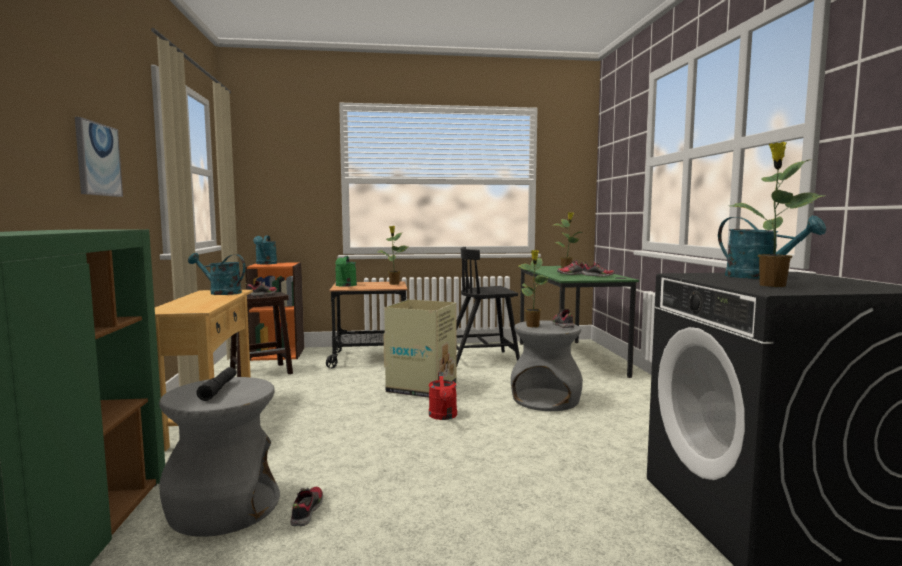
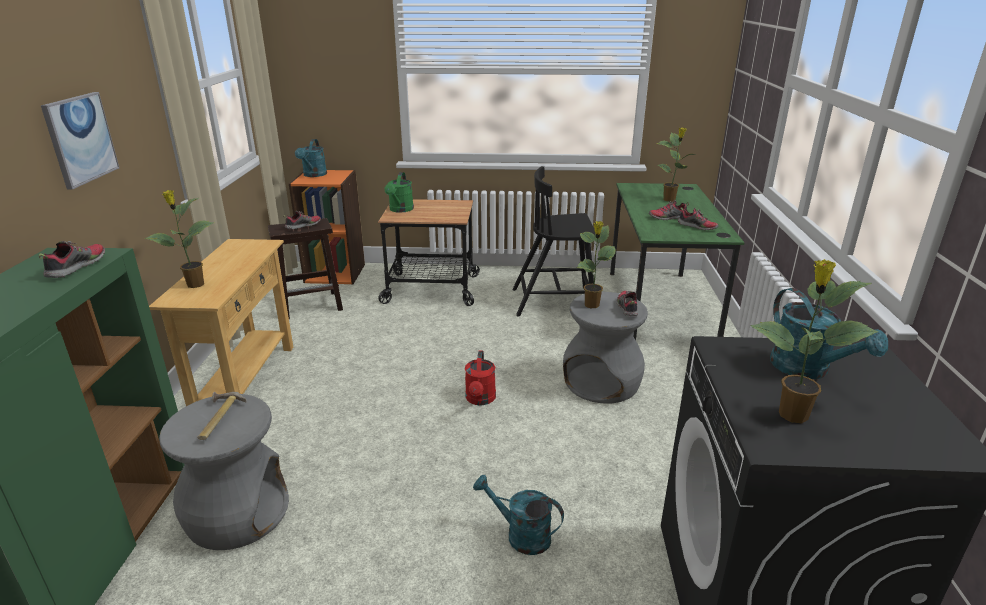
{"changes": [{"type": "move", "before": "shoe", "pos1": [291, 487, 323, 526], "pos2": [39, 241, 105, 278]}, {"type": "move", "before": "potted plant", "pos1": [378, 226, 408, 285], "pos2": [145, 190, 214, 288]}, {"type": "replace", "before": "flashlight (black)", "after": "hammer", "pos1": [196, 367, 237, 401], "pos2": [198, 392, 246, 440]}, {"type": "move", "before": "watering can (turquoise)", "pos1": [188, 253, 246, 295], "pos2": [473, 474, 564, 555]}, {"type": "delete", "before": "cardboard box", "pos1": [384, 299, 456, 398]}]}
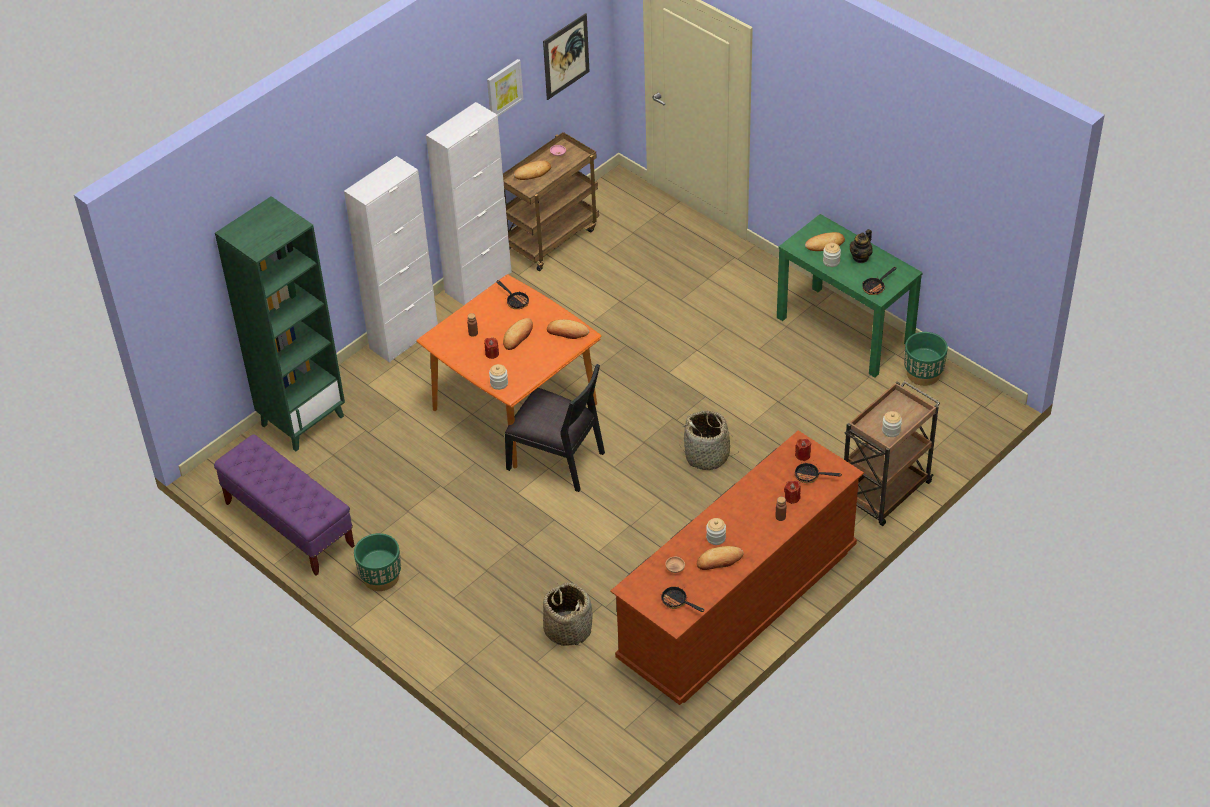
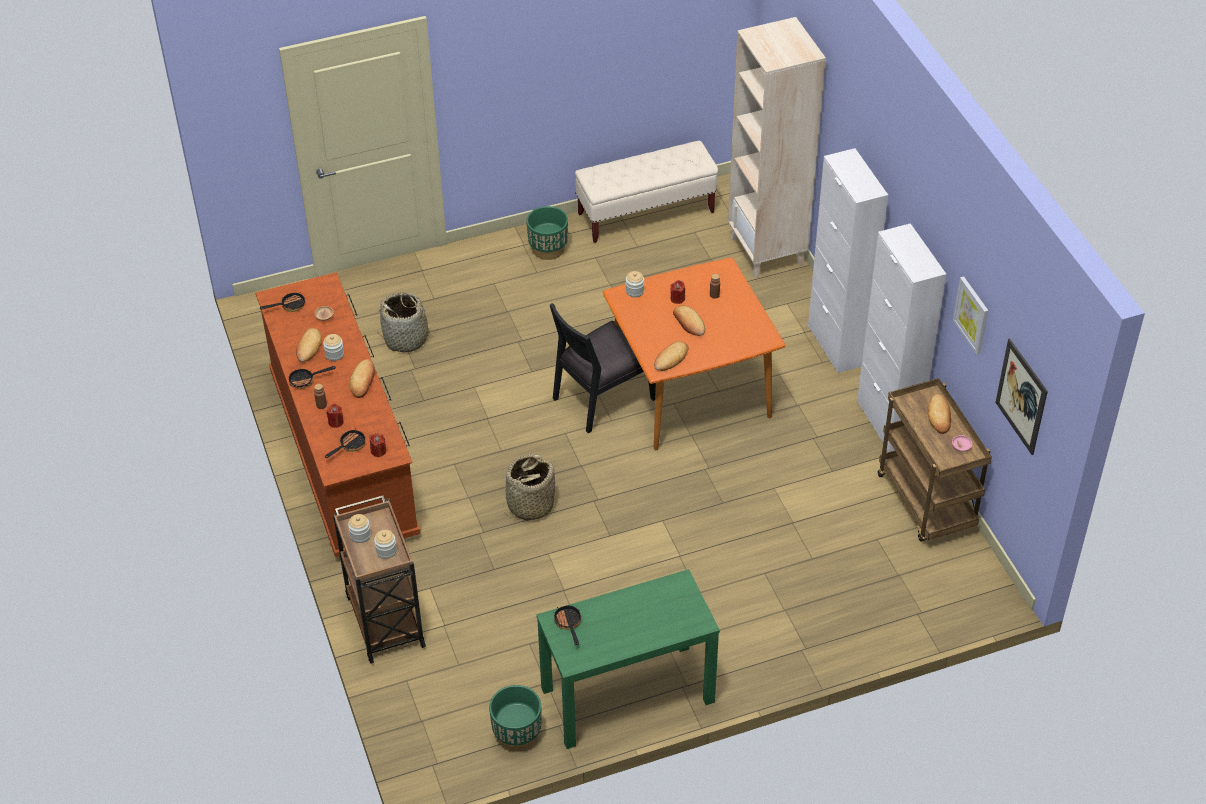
{"changes": [{"type": "move", "before": "frying pan", "pos1": [496, 280, 529, 309], "pos2": [289, 366, 336, 389]}, {"type": "move", "before": "bread", "pos1": [805, 232, 845, 251], "pos2": [349, 359, 375, 398]}, {"type": "move", "before": "jar", "pos1": [823, 243, 841, 267], "pos2": [374, 530, 397, 559]}, {"type": "recolor", "before": "bench (purple)", "after": "bench (beige)", "pos1": [214, 435, 355, 576], "pos2": [575, 141, 718, 243]}, {"type": "recolor", "before": "bookcase (green)", "after": "bookcase (beige)", "pos1": [215, 196, 345, 451], "pos2": [728, 17, 826, 278]}, {"type": "delete", "before": "teapot", "pos1": [850, 229, 873, 263]}]}
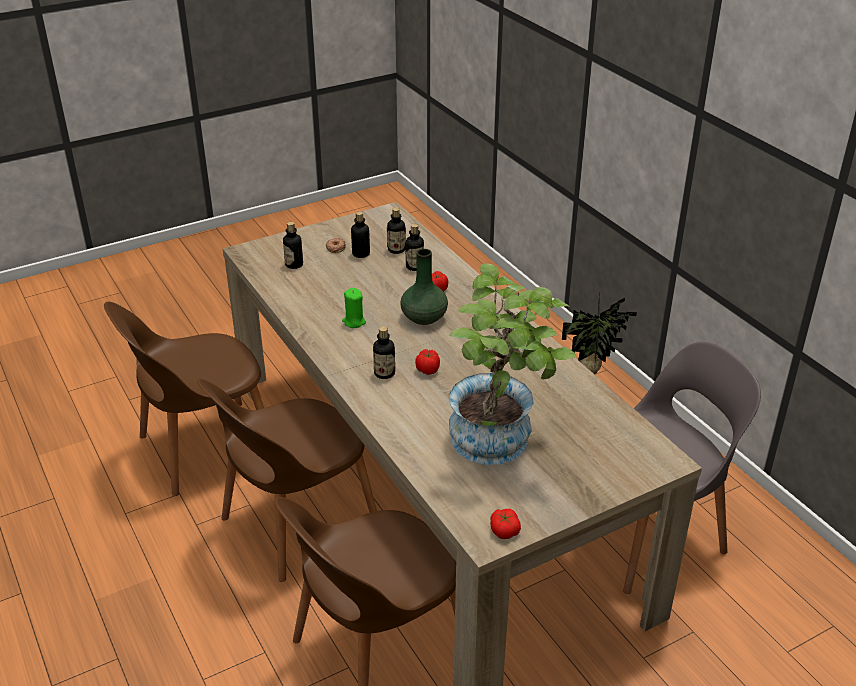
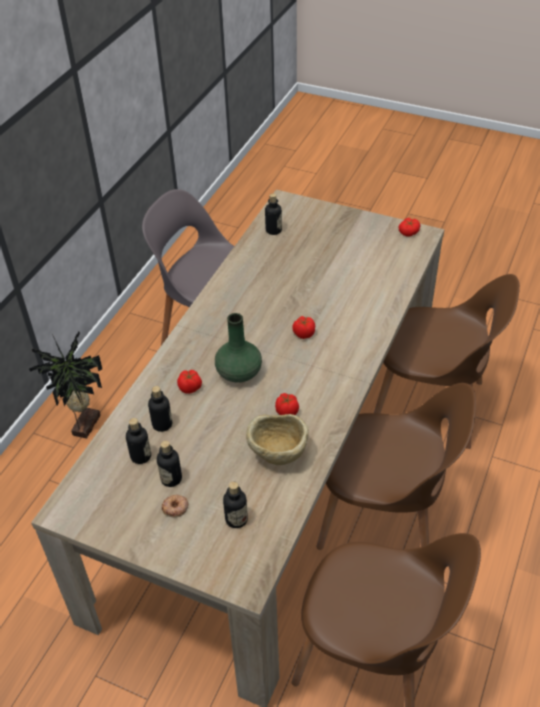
{"changes": [{"type": "insert", "after": "bowl (beige)", "pos2": [246, 414, 309, 465]}, {"type": "move", "before": "bottle", "pos1": [373, 326, 395, 379], "pos2": [265, 193, 282, 235]}, {"type": "replace", "before": "candle (green)", "after": "tomato", "pos1": [342, 288, 366, 328], "pos2": [275, 393, 299, 415]}, {"type": "delete", "before": "potted plant", "pos1": [449, 263, 576, 465]}]}
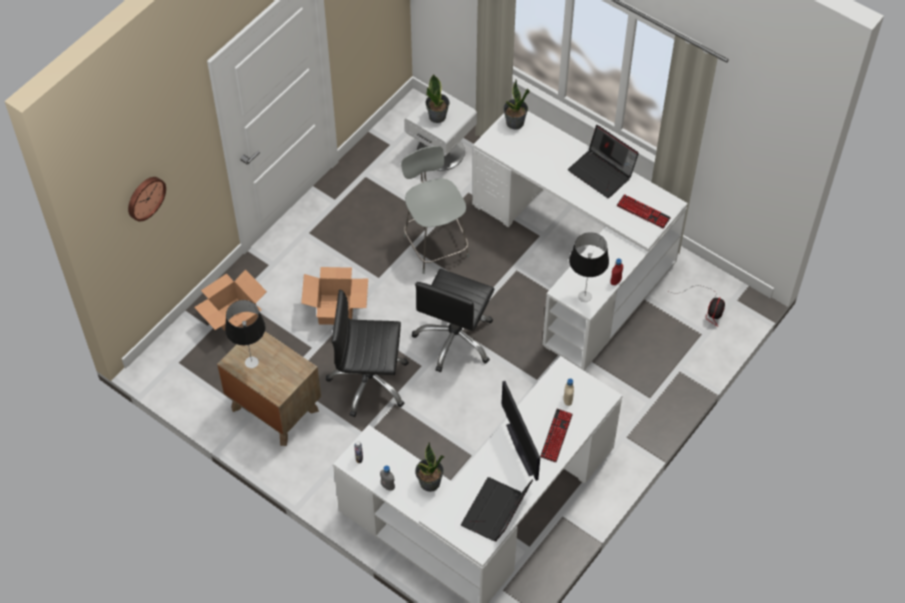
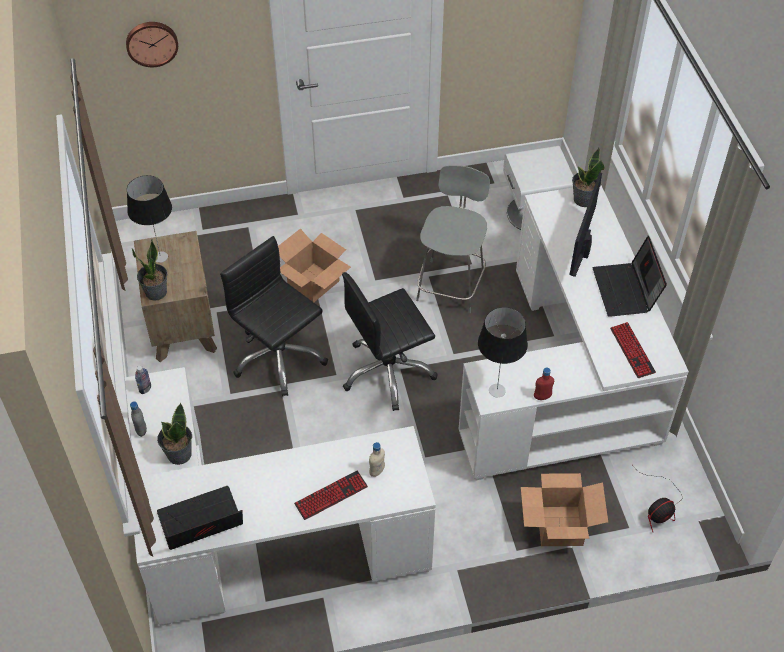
{"changes": [{"type": "move", "before": "potted plant", "pos1": [426, 75, 450, 123], "pos2": [132, 239, 167, 301]}, {"type": "move", "before": "cardboard box", "pos1": [194, 269, 267, 330], "pos2": [521, 473, 608, 546]}, {"type": "move", "before": "monitor", "pos1": [501, 381, 540, 481], "pos2": [569, 172, 602, 277]}]}
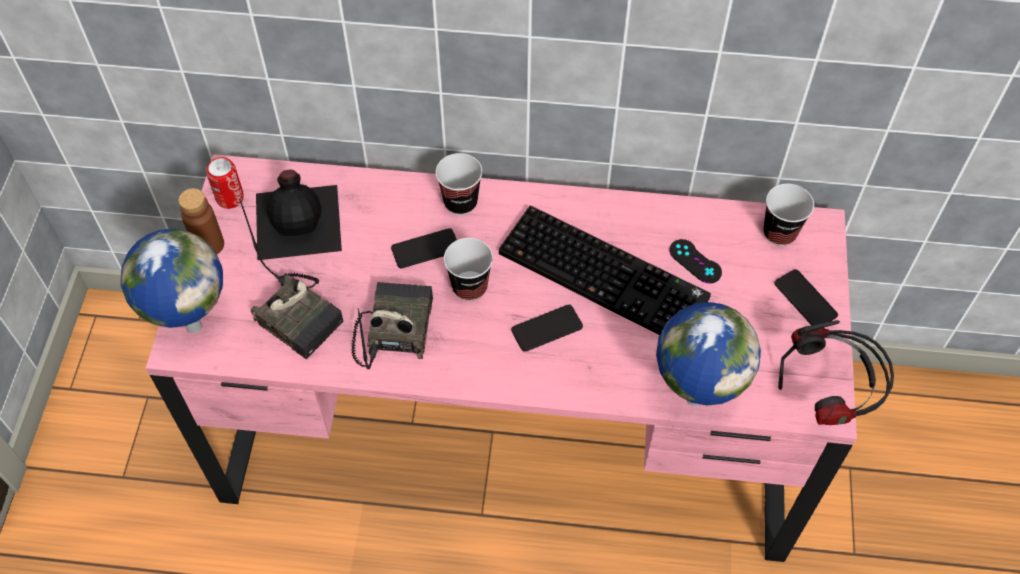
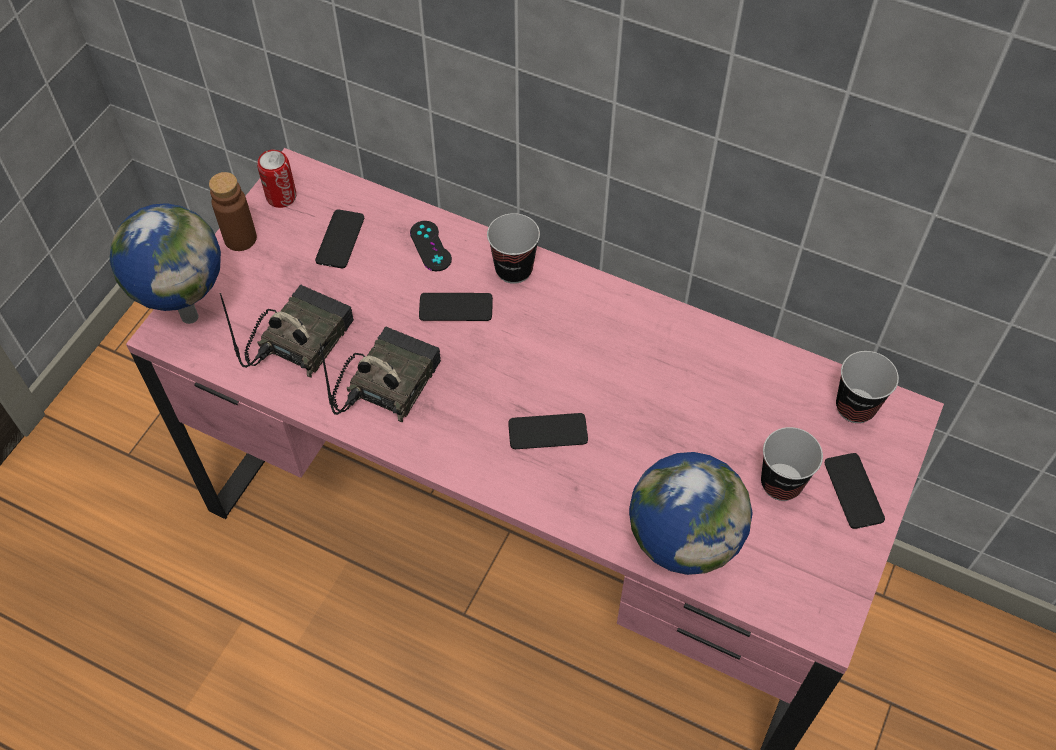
{"changes": [{"type": "rotate", "before": "radio", "pos1": [239, 199, 343, 359], "pos2": [220, 285, 354, 378], "turn": -120}, {"type": "replace", "before": "bottle (black)", "after": "phone", "pos1": [256, 170, 342, 260], "pos2": [315, 209, 364, 268]}, {"type": "move", "before": "game controller (black)", "pos1": [669, 239, 722, 284], "pos2": [410, 221, 452, 271]}, {"type": "move", "before": "cup", "pos1": [444, 238, 493, 301], "pos2": [761, 427, 823, 501]}, {"type": "delete", "before": "keyboard", "pos1": [499, 206, 711, 335]}, {"type": "delete", "before": "headphones", "pos1": [778, 320, 894, 425]}]}
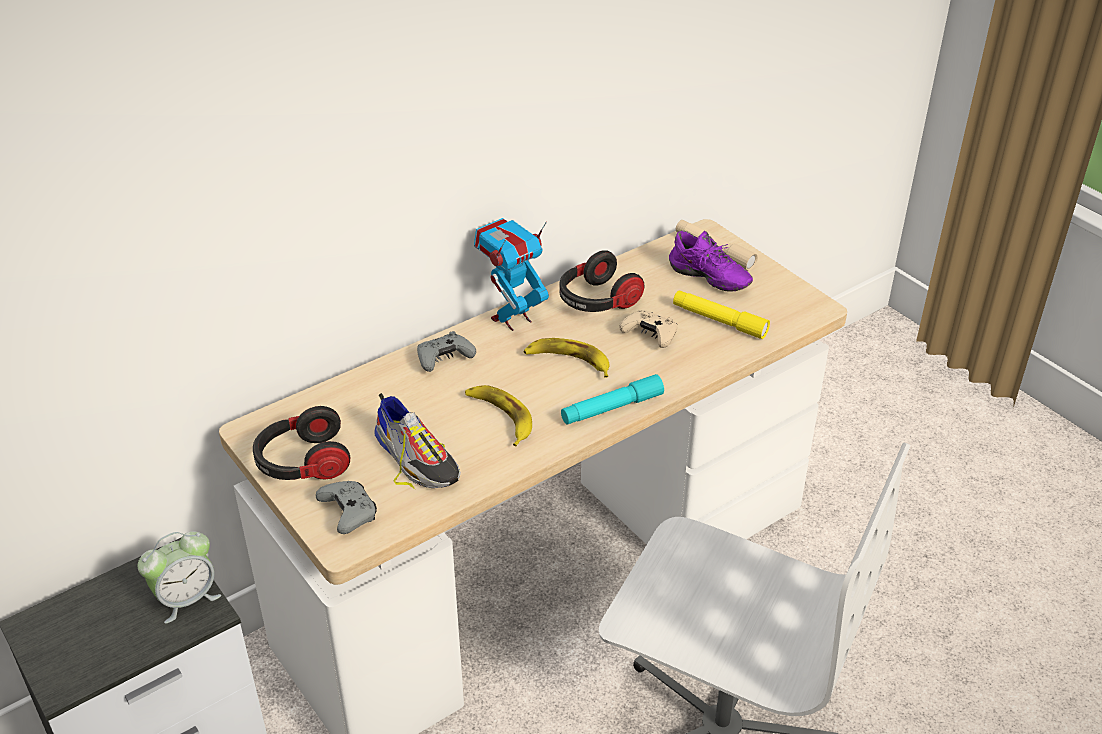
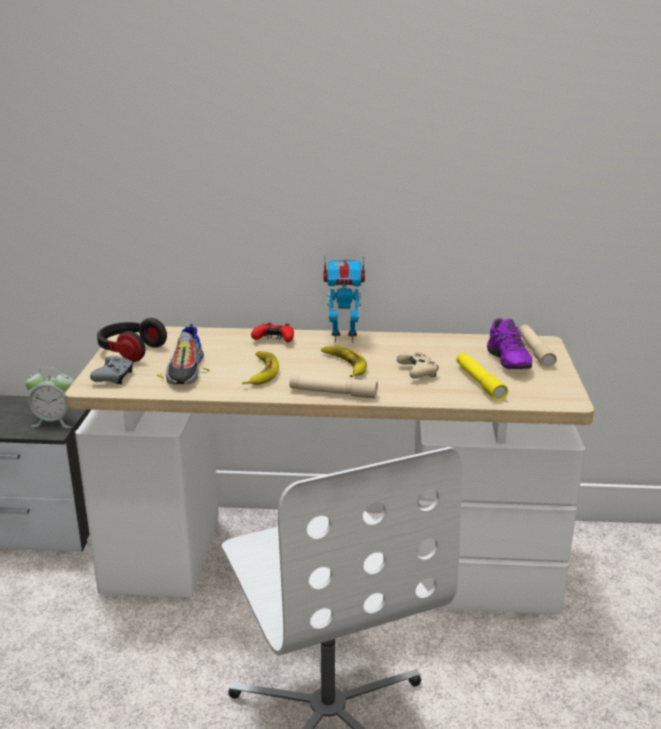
{"changes": [{"type": "recolor", "before": "game controller (grey)", "after": "game controller (red)", "pos1": [417, 331, 476, 372], "pos2": [251, 323, 294, 343]}, {"type": "recolor", "before": "flashlight (turquoise)", "after": "flashlight (beige)", "pos1": [561, 374, 664, 425], "pos2": [289, 375, 378, 399]}, {"type": "delete", "before": "headphones", "pos1": [560, 250, 645, 312]}]}
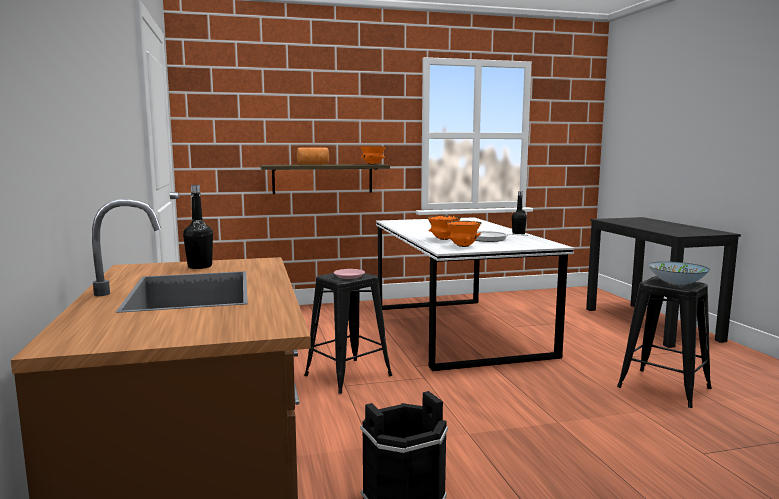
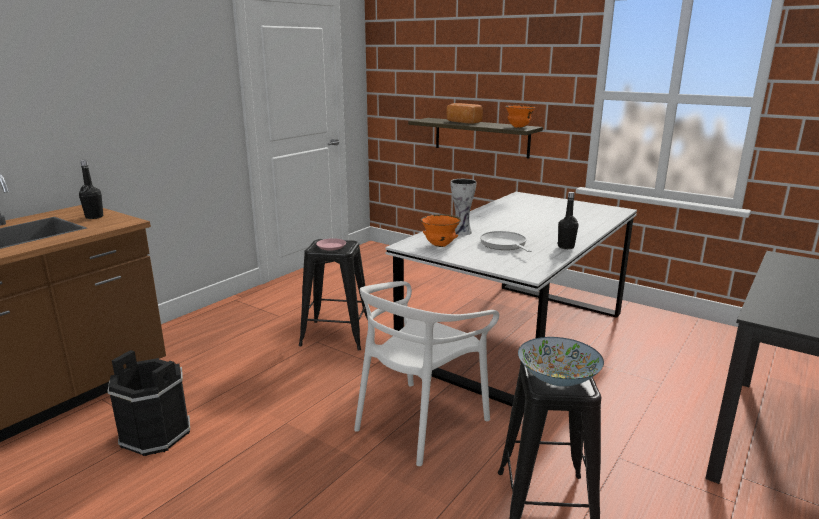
{"changes": [{"type": "insert", "after": "chair (white)", "pos2": [354, 281, 499, 466]}, {"type": "replace", "before": "bowl (orange)", "after": "vase", "pos1": [427, 215, 461, 240], "pos2": [450, 179, 477, 235]}]}
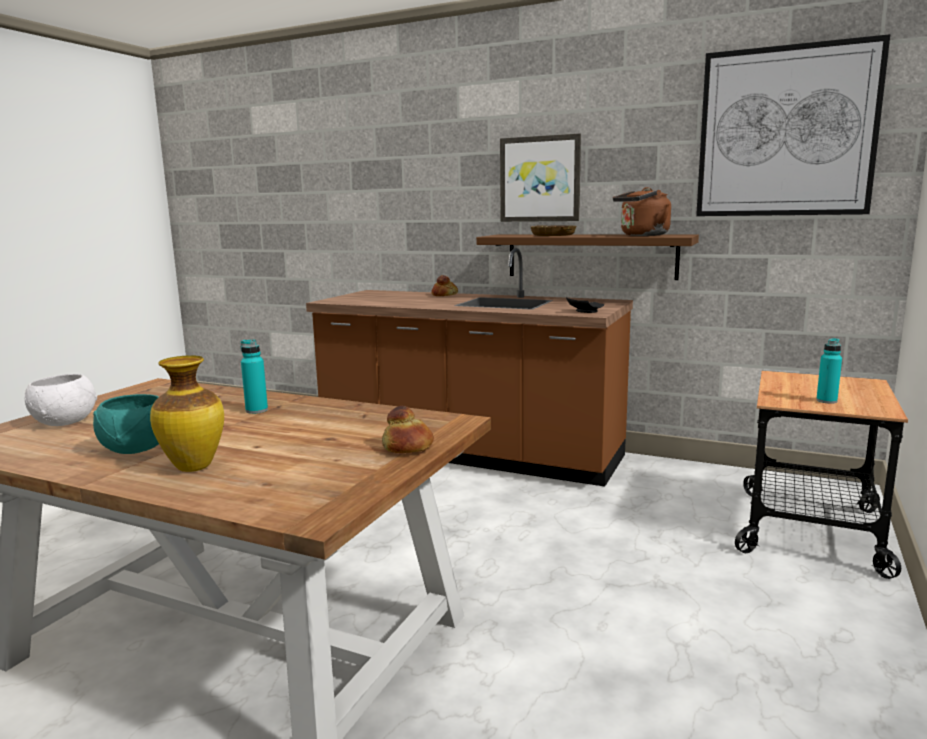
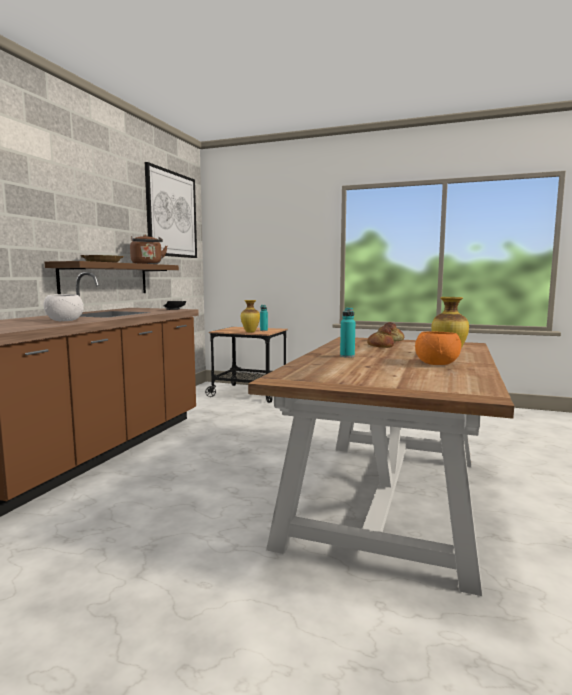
{"changes": [{"type": "move", "before": "bowl (white)", "pos1": [24, 374, 97, 426], "pos2": [43, 294, 84, 321]}, {"type": "insert", "after": "vase", "pos2": [241, 300, 260, 332]}, {"type": "move", "before": "bread", "pos1": [431, 275, 458, 296], "pos2": [367, 326, 394, 348]}, {"type": "recolor", "before": "bowl (turquoise)", "after": "bowl (orange)", "pos1": [93, 394, 159, 454], "pos2": [415, 332, 462, 365]}, {"type": "delete", "before": "picture", "pos1": [500, 134, 581, 222]}]}
